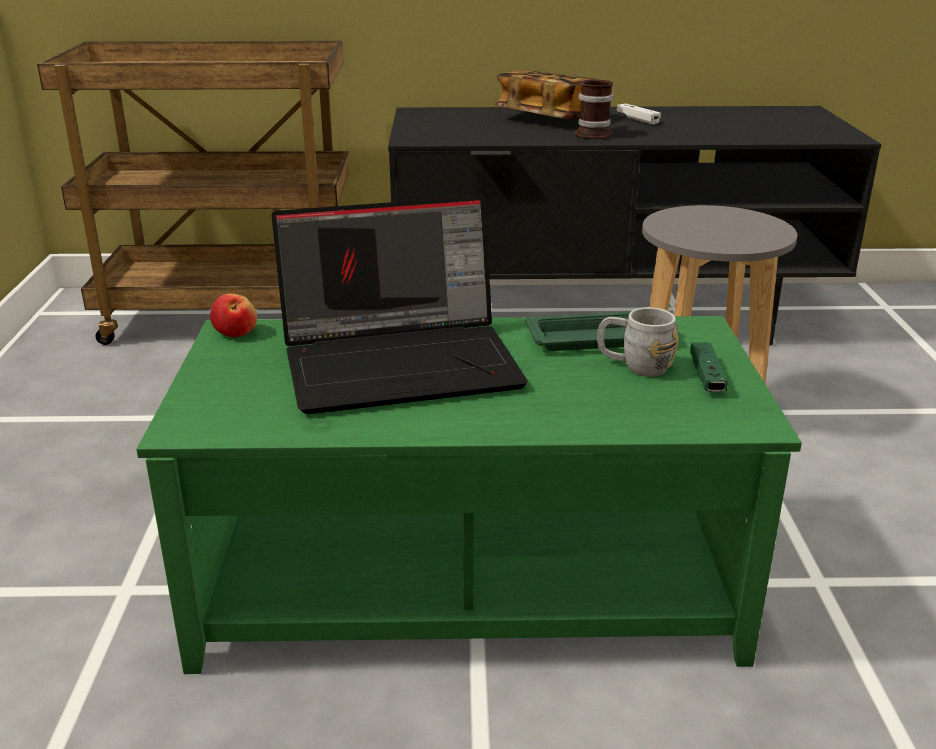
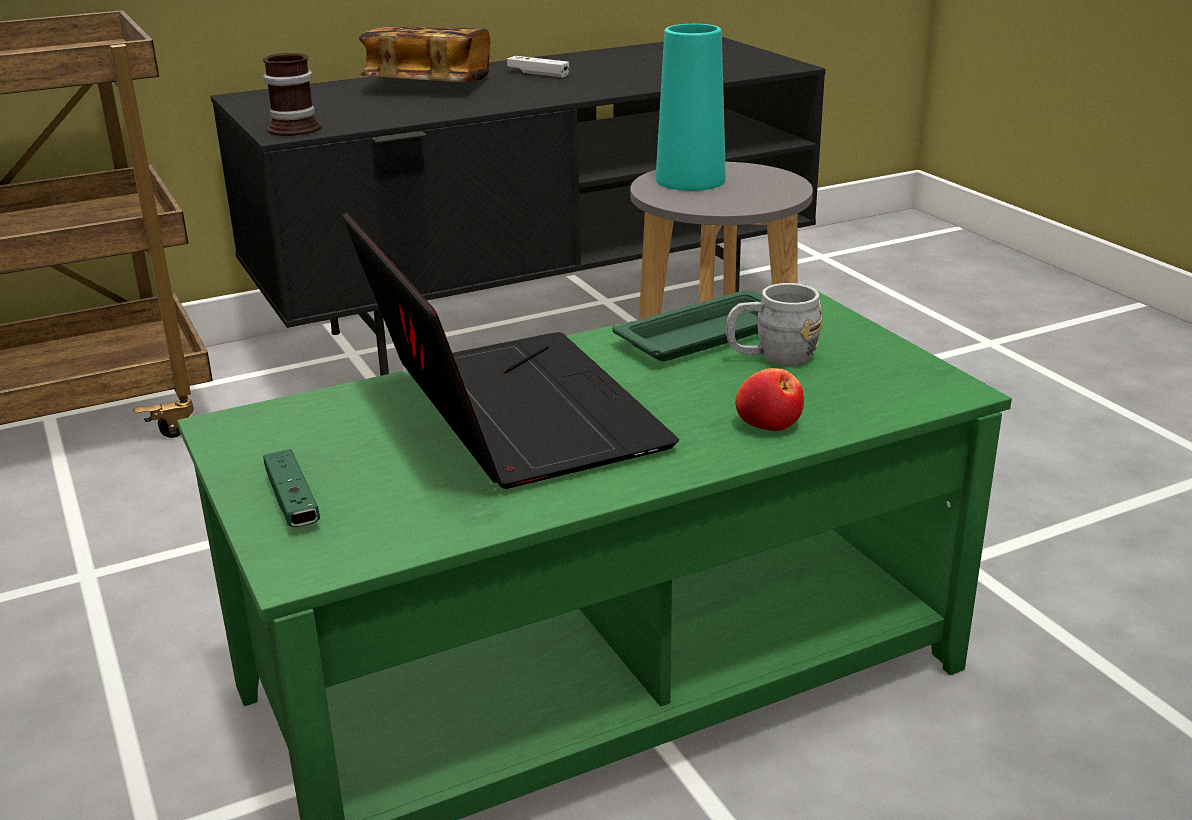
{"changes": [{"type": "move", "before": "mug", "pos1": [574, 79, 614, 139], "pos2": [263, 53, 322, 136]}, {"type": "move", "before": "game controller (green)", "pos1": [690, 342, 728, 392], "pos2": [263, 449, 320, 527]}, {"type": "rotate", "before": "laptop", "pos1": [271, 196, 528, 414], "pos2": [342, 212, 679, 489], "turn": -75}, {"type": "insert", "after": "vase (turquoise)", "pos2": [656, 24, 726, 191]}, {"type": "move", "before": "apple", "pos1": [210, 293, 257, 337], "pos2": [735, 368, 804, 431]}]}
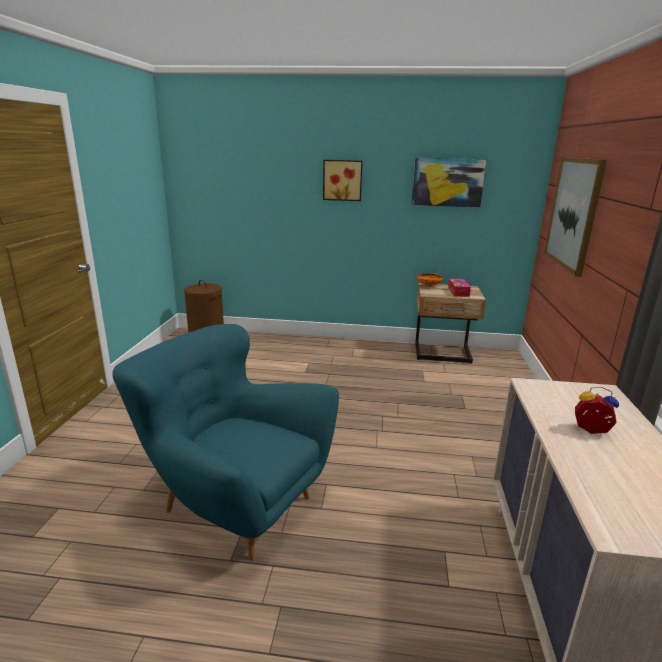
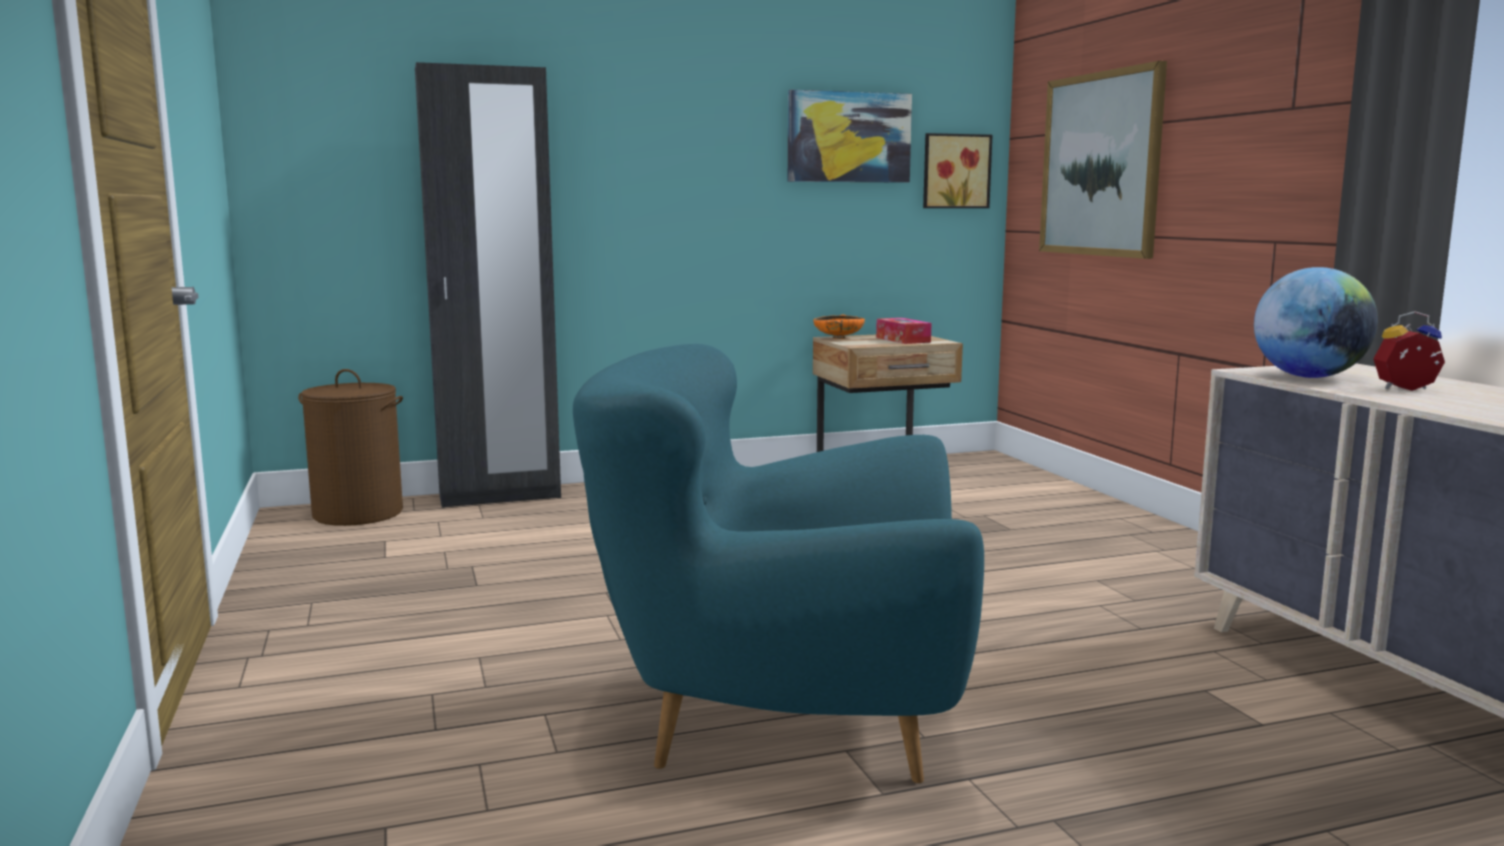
{"changes": [{"type": "insert", "after": "wardrobe (black)", "pos2": [415, 62, 561, 508]}, {"type": "move", "before": "picture", "pos1": [323, 160, 363, 201], "pos2": [923, 133, 992, 208]}, {"type": "insert", "after": "globe", "pos2": [1254, 267, 1378, 378]}]}
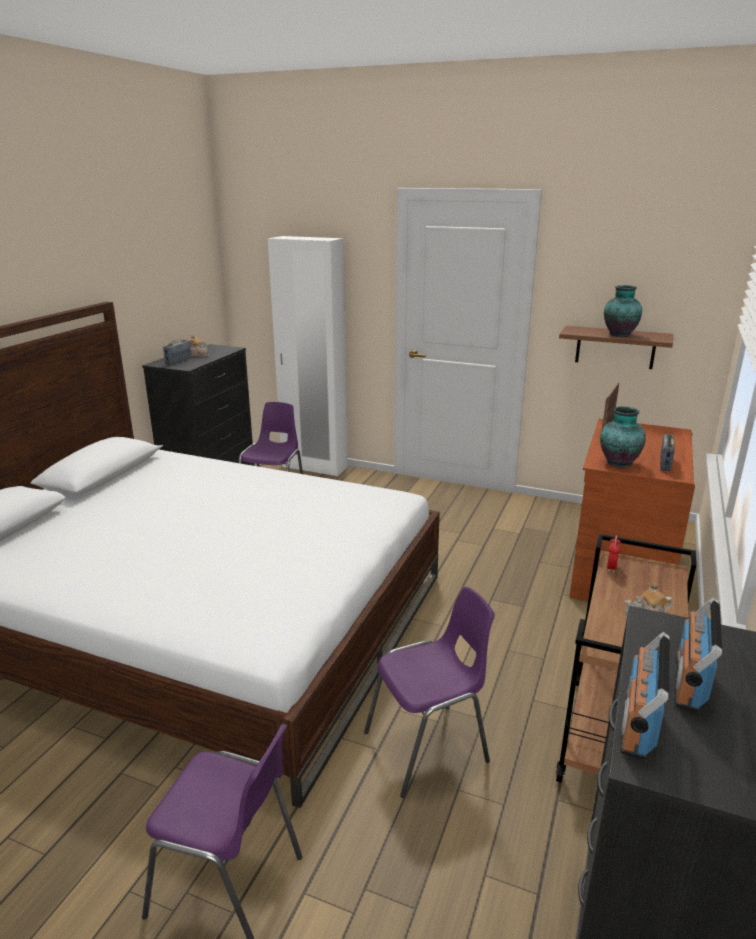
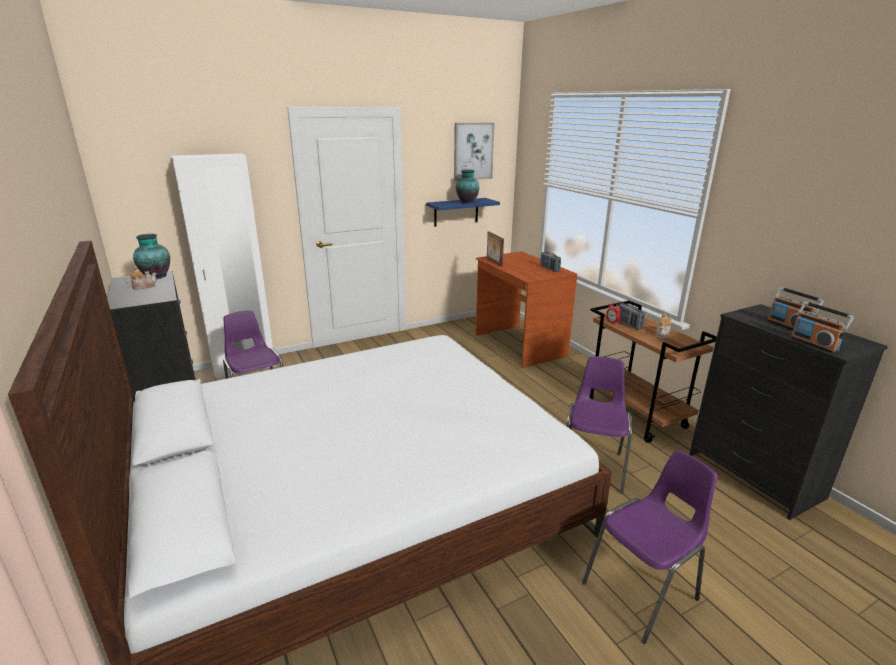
{"changes": [{"type": "move", "before": "vase", "pos1": [600, 406, 646, 468], "pos2": [133, 234, 170, 279]}, {"type": "recolor", "before": "shelf (brown)", "after": "shelf (blue)", "pos1": [559, 326, 673, 369], "pos2": [426, 198, 500, 227]}, {"type": "insert", "after": "picture", "pos2": [454, 122, 495, 181]}, {"type": "move", "before": "radio", "pos1": [163, 340, 191, 365], "pos2": [618, 303, 645, 330]}]}
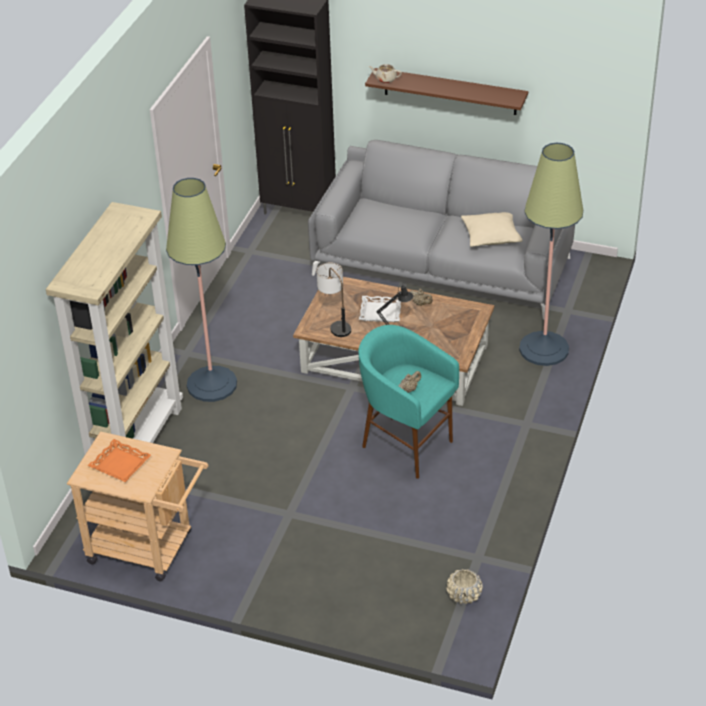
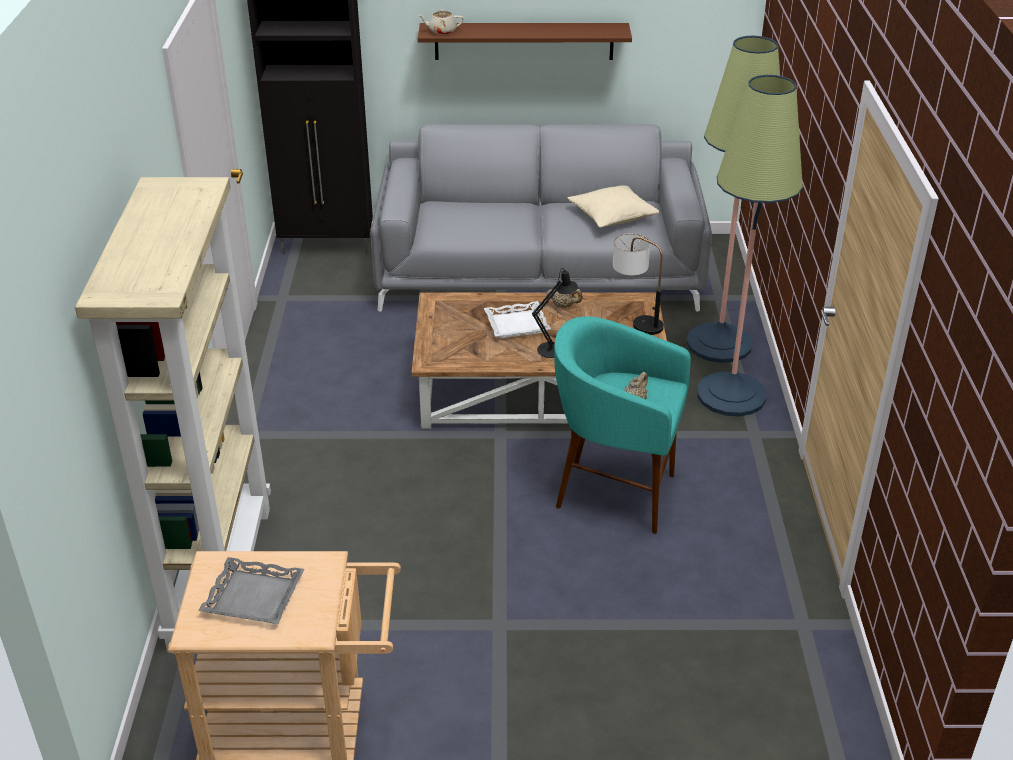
{"changes": [{"type": "recolor", "before": "tray (orange)", "after": "tray (grey)", "pos1": [87, 439, 151, 482], "pos2": [198, 557, 304, 624]}, {"type": "move", "before": "table lamp", "pos1": [317, 262, 351, 337], "pos2": [613, 233, 664, 335]}, {"type": "move", "before": "floor lamp", "pos1": [166, 178, 237, 402], "pos2": [697, 75, 803, 417]}, {"type": "delete", "before": "planter (beige)", "pos1": [447, 569, 483, 604]}]}
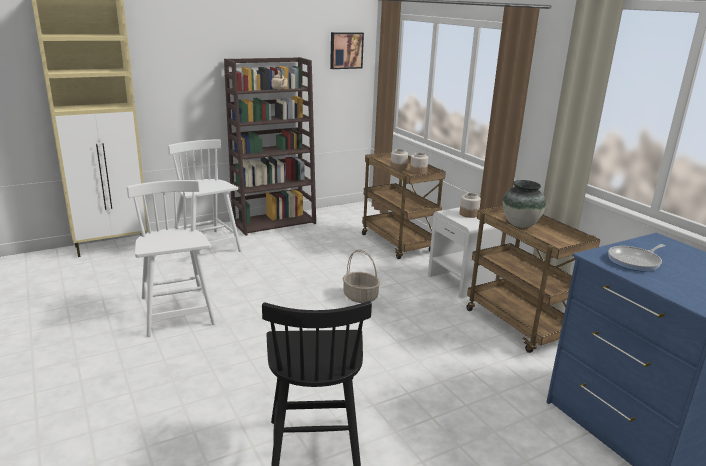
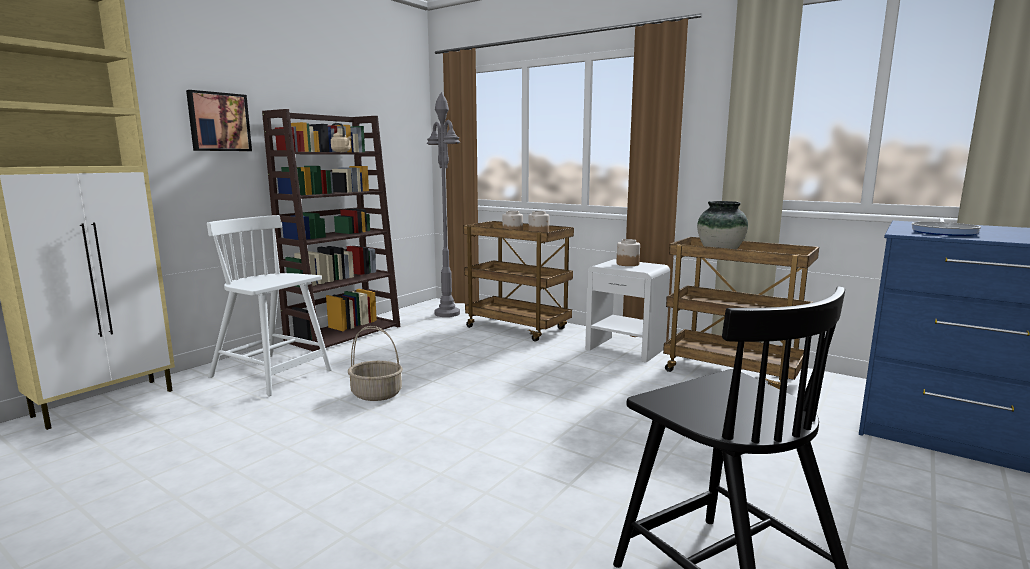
{"changes": [{"type": "move", "before": "picture", "pos1": [330, 32, 364, 69], "pos2": [186, 90, 252, 151]}, {"type": "move", "before": "basket", "pos1": [343, 250, 380, 303], "pos2": [348, 326, 403, 401]}, {"type": "insert", "after": "floor lamp (grey)", "pos2": [427, 92, 460, 317]}, {"type": "delete", "before": "chair (white)", "pos1": [127, 180, 216, 337]}]}
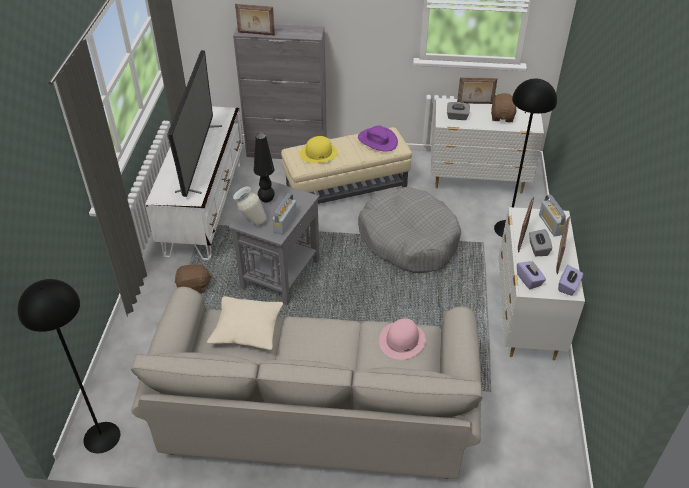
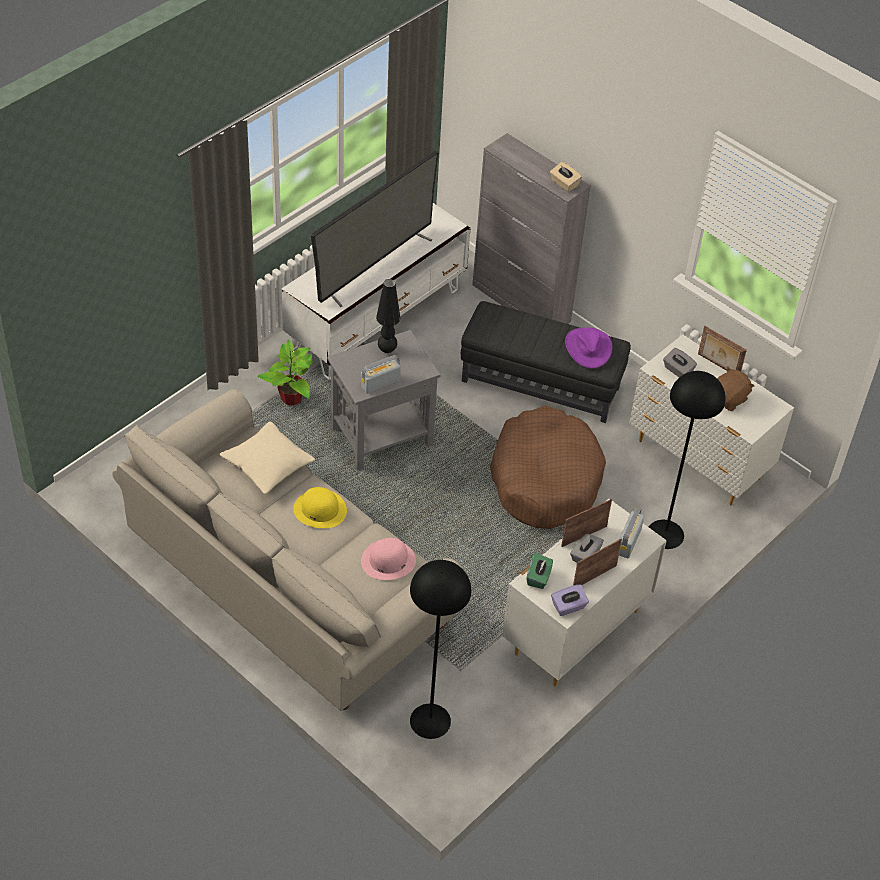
{"changes": [{"type": "replace", "before": "plush toy (brown)", "after": "potted plant", "pos1": [175, 262, 212, 293], "pos2": [258, 340, 314, 405]}, {"type": "move", "before": "hat (yellow)", "pos1": [300, 136, 338, 163], "pos2": [293, 487, 347, 528]}, {"type": "move", "before": "floor lamp (black)", "pos1": [18, 279, 120, 453], "pos2": [410, 560, 471, 739]}, {"type": "recolor", "before": "ottoman (beige)", "after": "ottoman (black)", "pos1": [281, 127, 412, 204], "pos2": [461, 301, 631, 423]}, {"type": "recolor", "before": "dog bed (grey)", "after": "dog bed (brown)", "pos1": [358, 187, 461, 273], "pos2": [490, 406, 606, 529]}, {"type": "recolor", "before": "tissue box (purple)", "after": "tissue box (green)", "pos1": [517, 261, 546, 289], "pos2": [527, 553, 553, 589]}, {"type": "insert", "after": "tissue box (beige)", "pos2": [550, 162, 582, 192]}, {"type": "delete", "before": "vase", "pos1": [233, 186, 267, 226]}, {"type": "delete", "before": "picture frame", "pos1": [235, 4, 275, 36]}]}
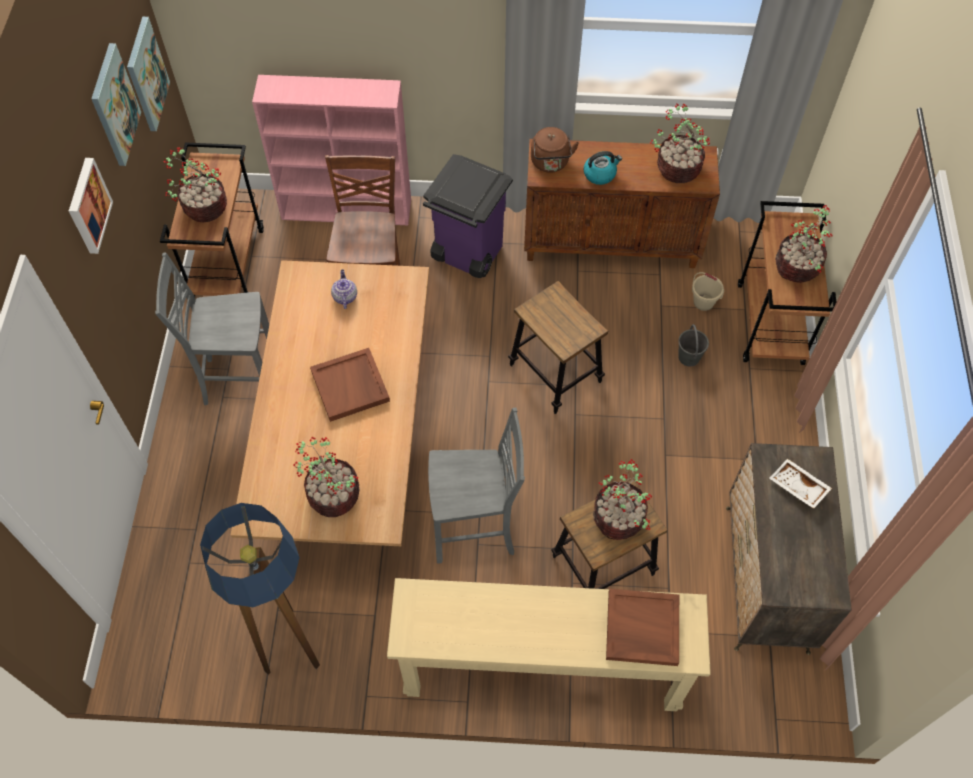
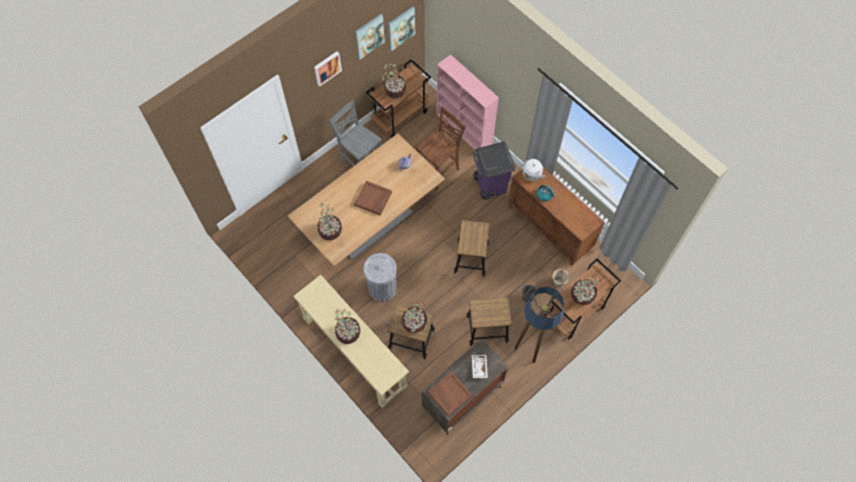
{"changes": [{"type": "move", "before": "potted plant", "pos1": [650, 103, 710, 183], "pos2": [335, 309, 360, 344]}, {"type": "replace", "before": "chair (grey)", "after": "trash can (grey)", "pos1": [428, 408, 525, 564], "pos2": [364, 253, 397, 302]}, {"type": "move", "before": "tray (brown)", "pos1": [606, 589, 679, 666], "pos2": [428, 372, 473, 416]}, {"type": "insert", "after": "stool", "pos2": [466, 297, 512, 346]}, {"type": "move", "before": "floor lamp", "pos1": [200, 503, 320, 675], "pos2": [514, 287, 564, 363]}, {"type": "recolor", "before": "kettle (brown)", "after": "kettle (white)", "pos1": [531, 127, 579, 173], "pos2": [520, 159, 545, 181]}]}
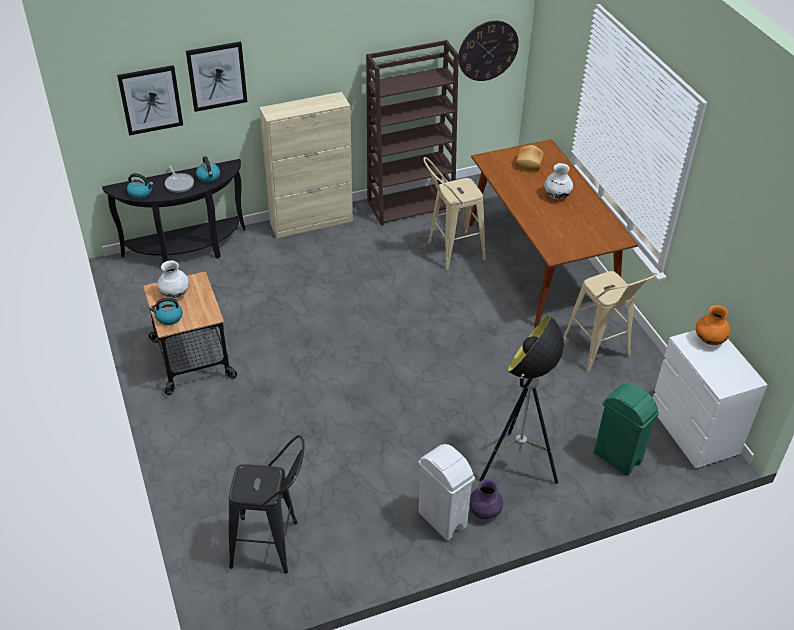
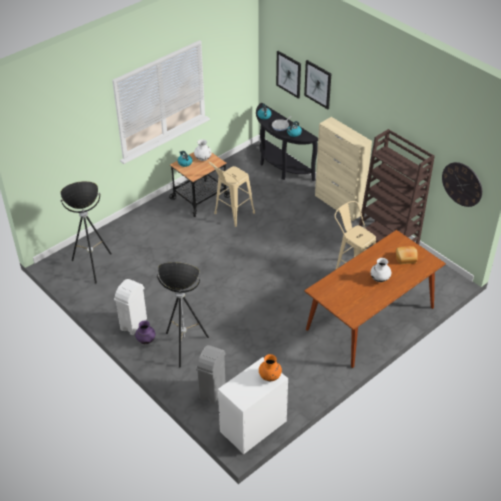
{"changes": [{"type": "replace", "before": "stool (black)", "after": "floor lamp", "pos1": [229, 435, 305, 574], "pos2": [60, 181, 112, 283]}, {"type": "recolor", "before": "trash can (green)", "after": "trash can (grey)", "pos1": [594, 384, 659, 476], "pos2": [196, 345, 226, 404]}, {"type": "move", "before": "stool (beige)", "pos1": [563, 271, 657, 372], "pos2": [208, 161, 255, 227]}]}
